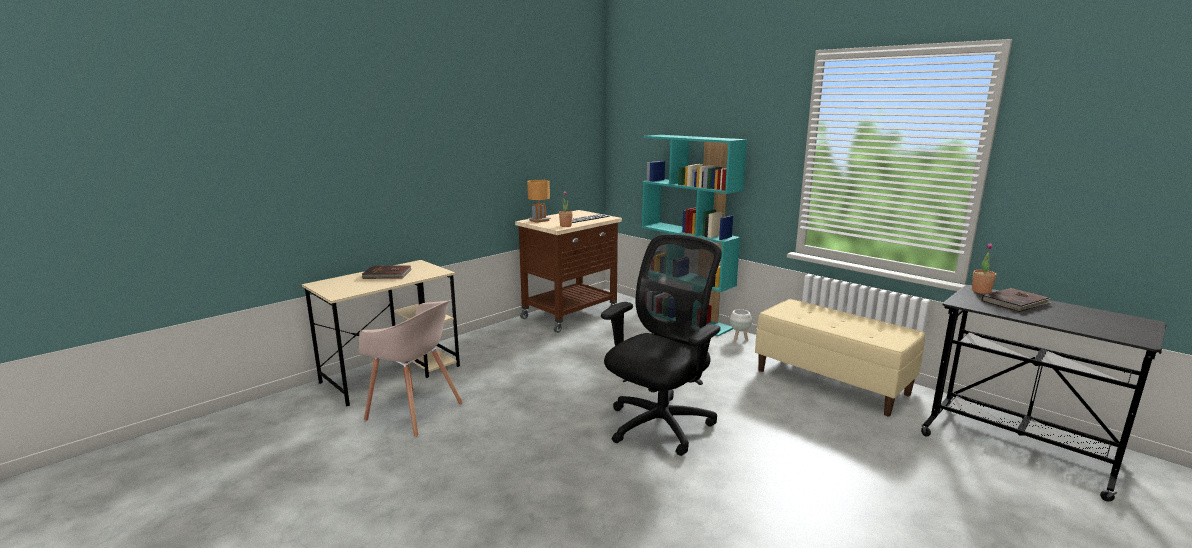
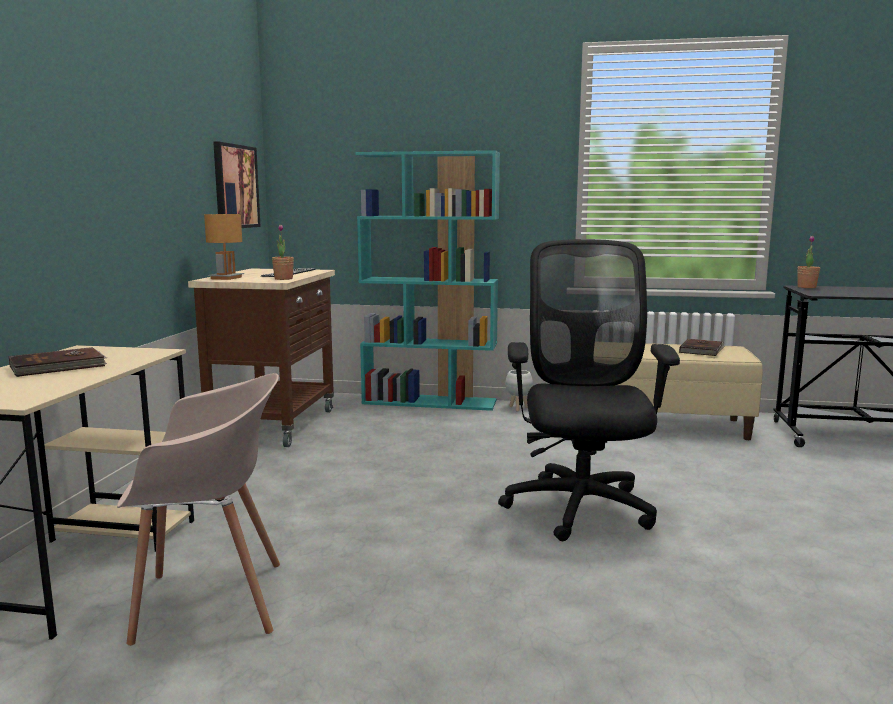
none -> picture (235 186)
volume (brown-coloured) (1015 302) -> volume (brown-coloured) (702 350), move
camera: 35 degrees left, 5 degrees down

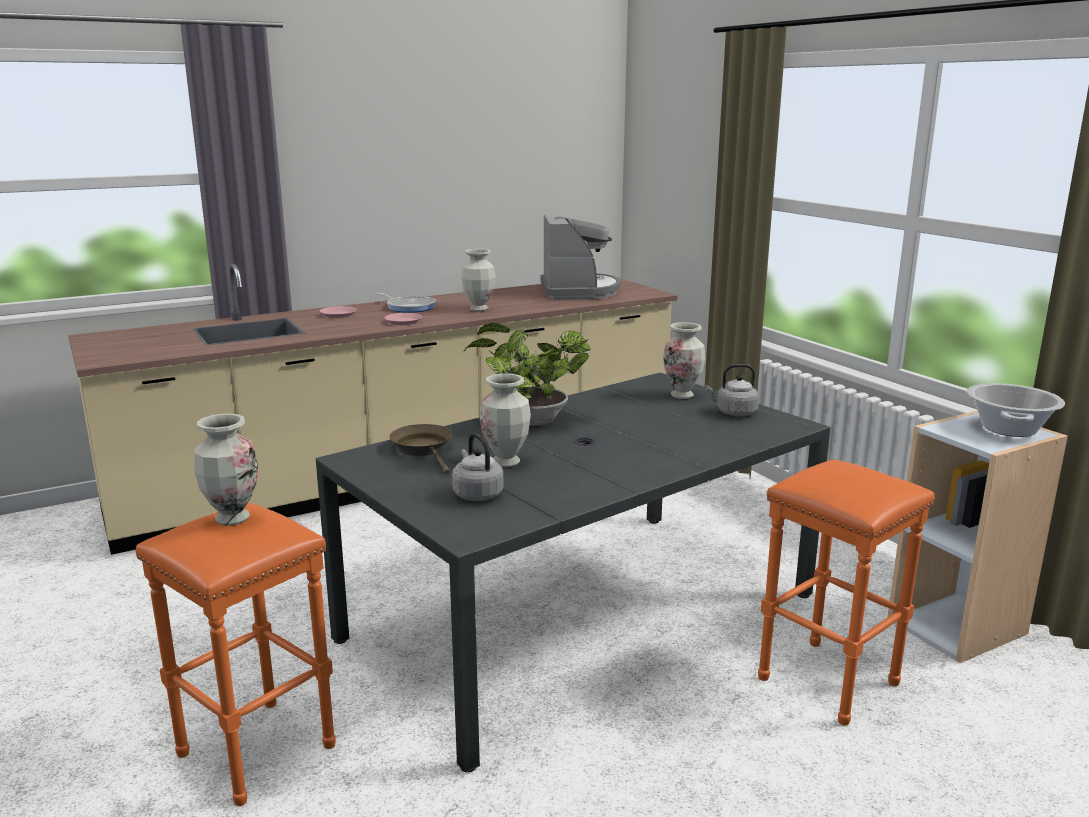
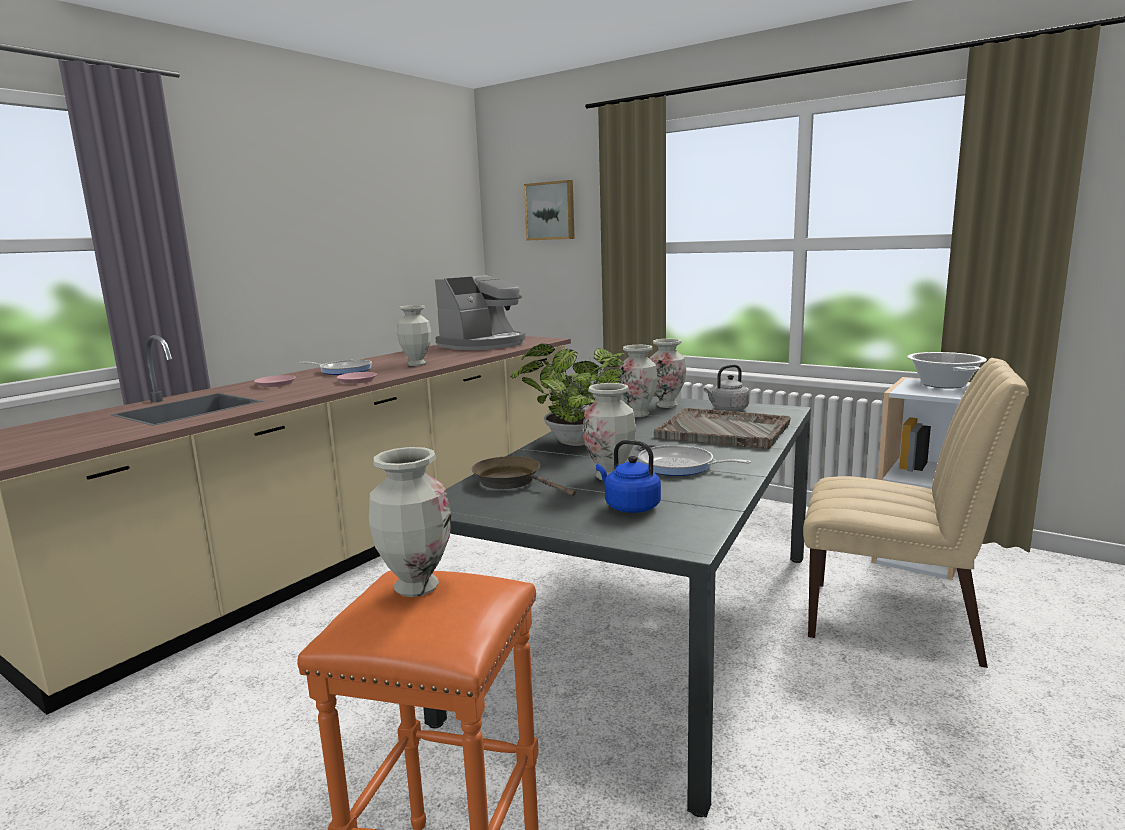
coffee machine (578 291) -> coffee machine (484 344), 75 degrees clockwise
none -> picture (550 211)
kettle (greyish) (476 494) -> kettle (blue) (629 506)
none -> flower vase (638 414)
none -> skillet (680 466)
none -> serving tray (greyish) (724 431)
sitting stool (orange) (829 682) -> plain chair (sand-coloured) (891 622)
camera: 25 degrees left, 5 degrees down

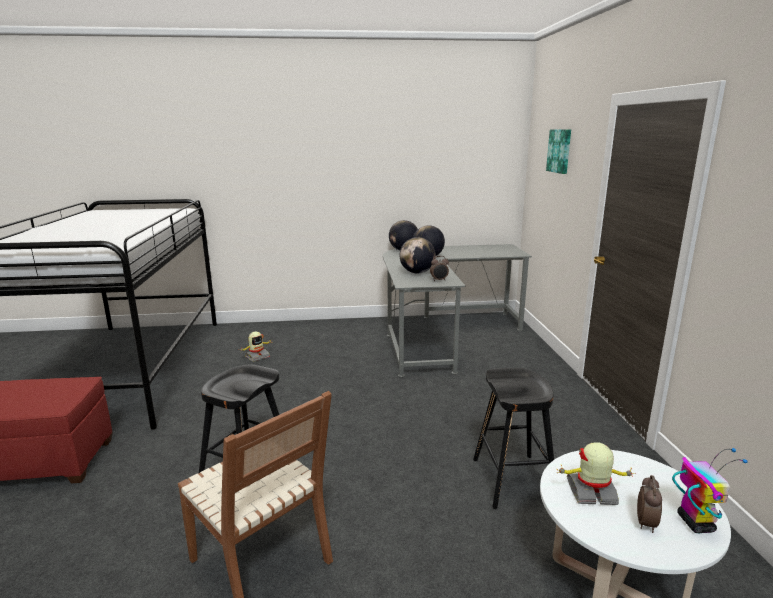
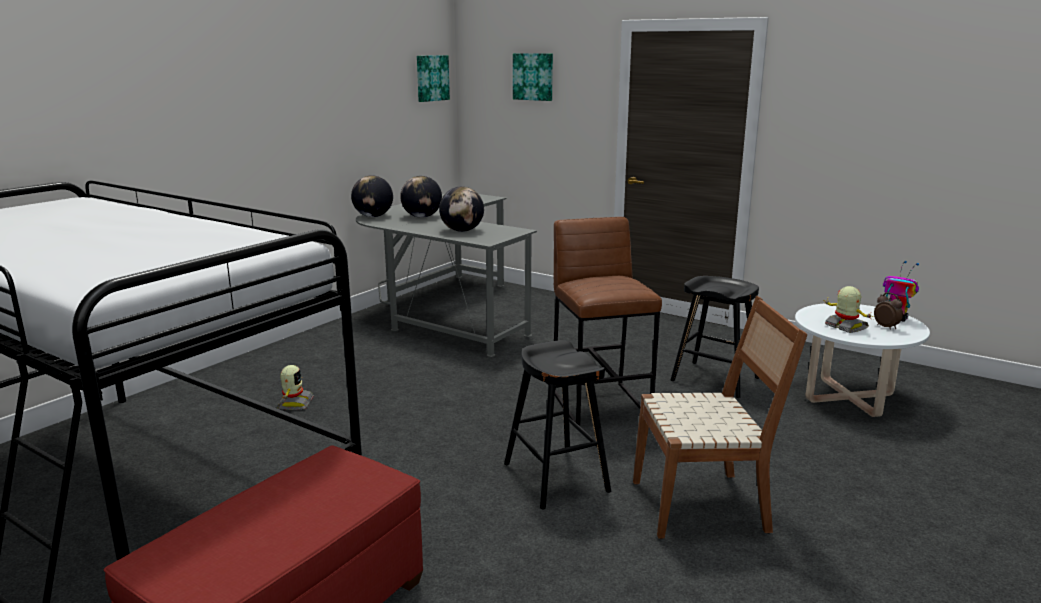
none -> picture (431 78)
none -> sitting stool (brown-coloured) (599 404)
robot figure (591 493) -> robot figure (845 327), 105 degrees clockwise
bedside clock (439 280) -> none
camera: 50 degrees left, 0 degrees up

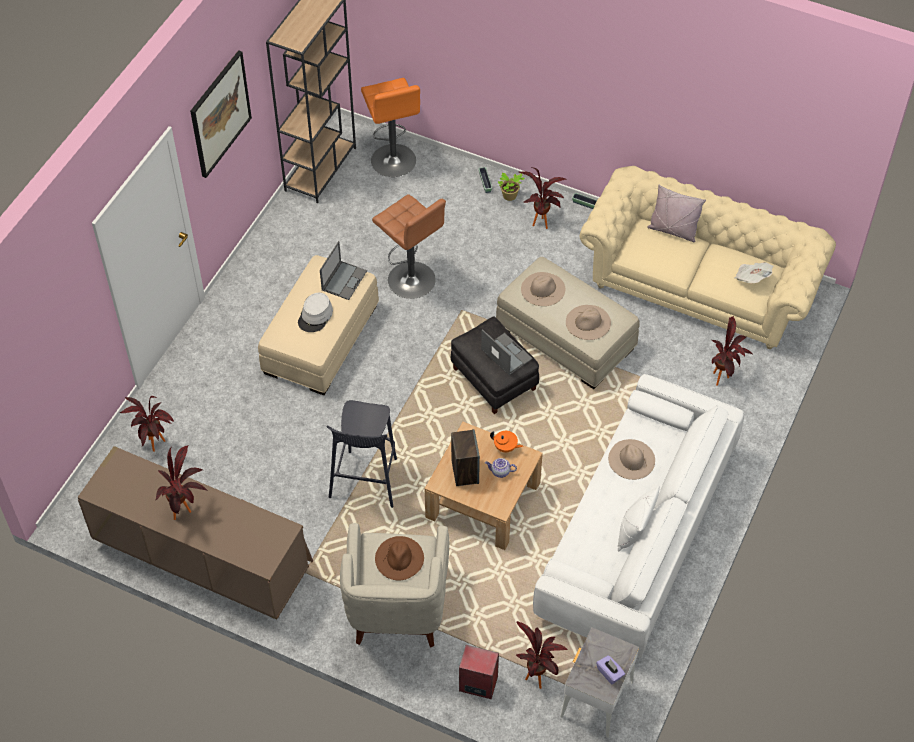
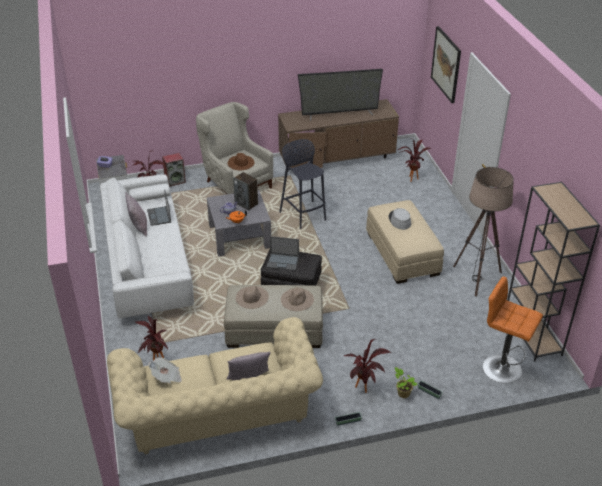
cushion (white-coloured) (634 531) -> cushion (purplish) (139 227)
notebook computer (344 280) -> notebook computer (159 216), move
low table (brown-coloured) (483 500) -> low table (greyish) (239 236)
plant in a pot (186 511) -> TV set (339 114)
picture (220 113) -> picture (446 64), move
none -> floor lamp (476 277)
sitting stool (brown-coloured) (411 280) -> none
hat (sand-coloured) (631 459) -> none
camera: 140 degrees right, 15 degrees down

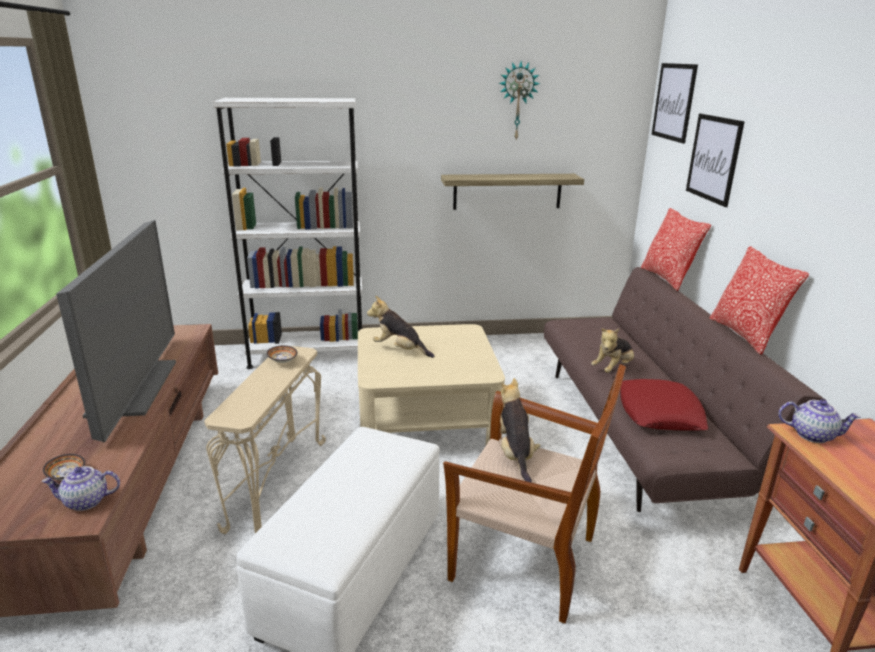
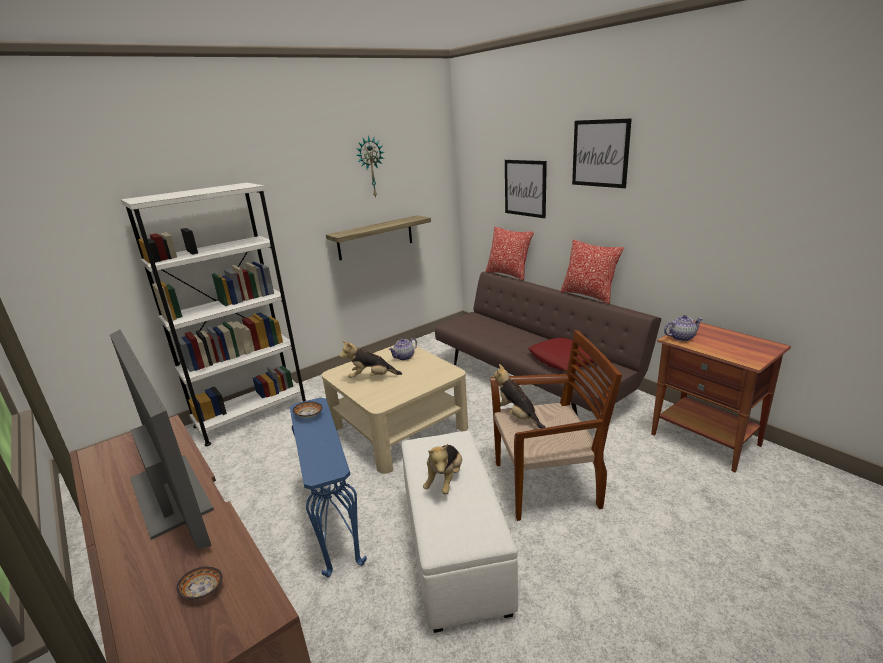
side table (sand-coloured) (277 484) -> side table (blue) (333 520)
pot for tea (85 502) -> pot for tea (404 357), move
plush toy (613 368) -> plush toy (445 480), move
picture (674 102) -> picture (600 153), move
camera: 30 degrees left, 0 degrees up

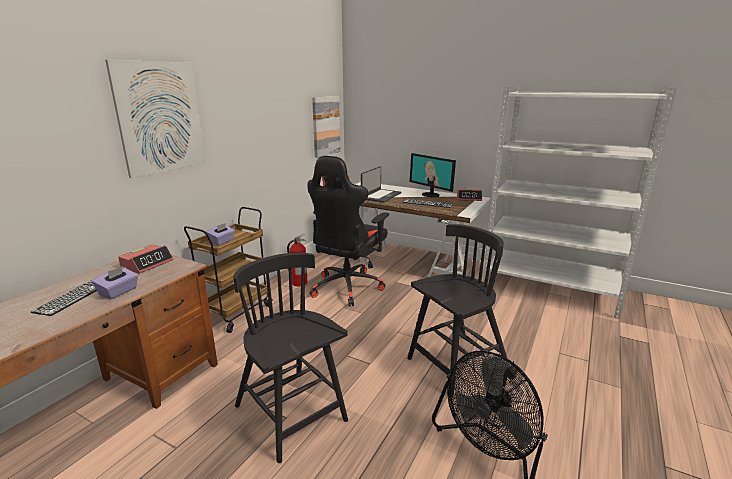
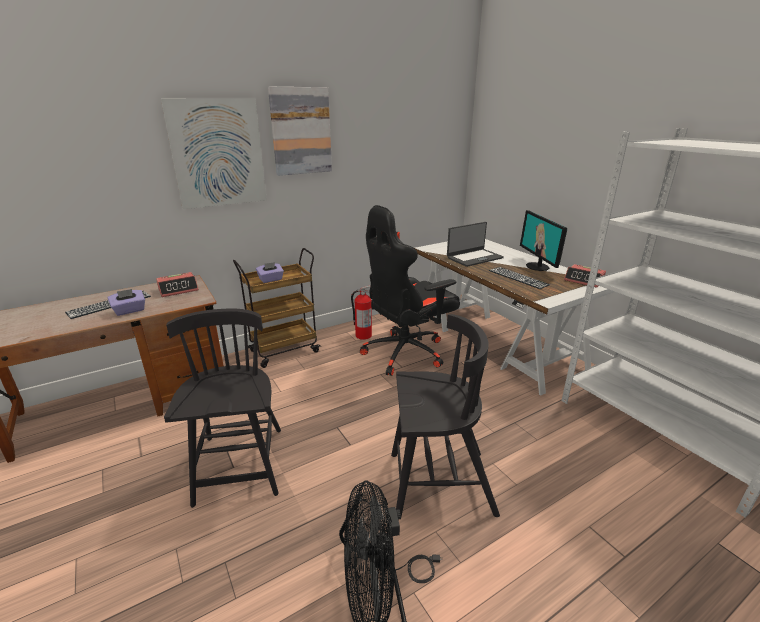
picture (325 126) -> picture (301 131), move
camera: 30 degrees right, 5 degrees up

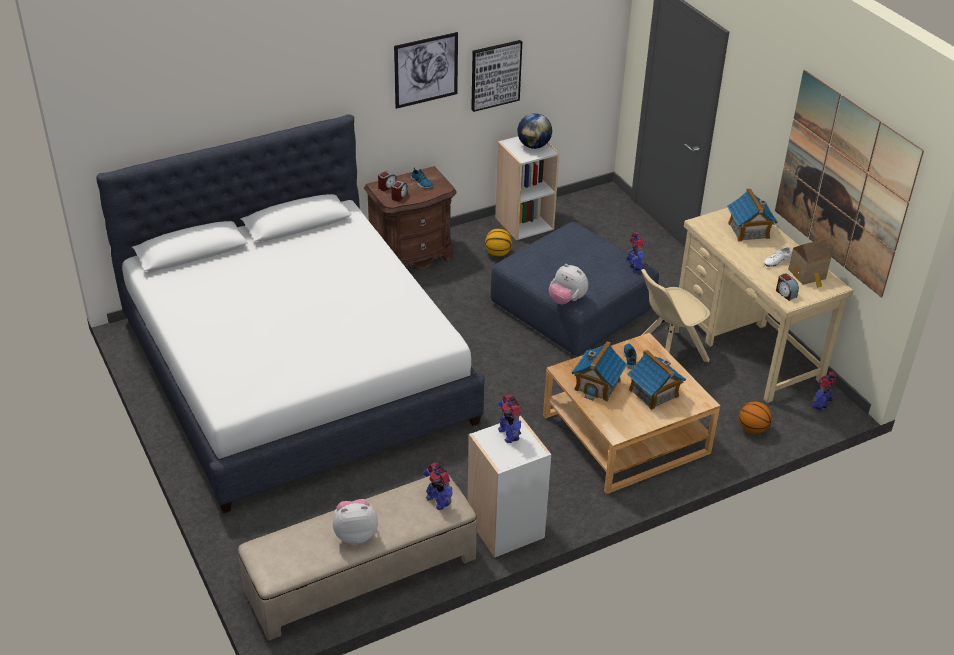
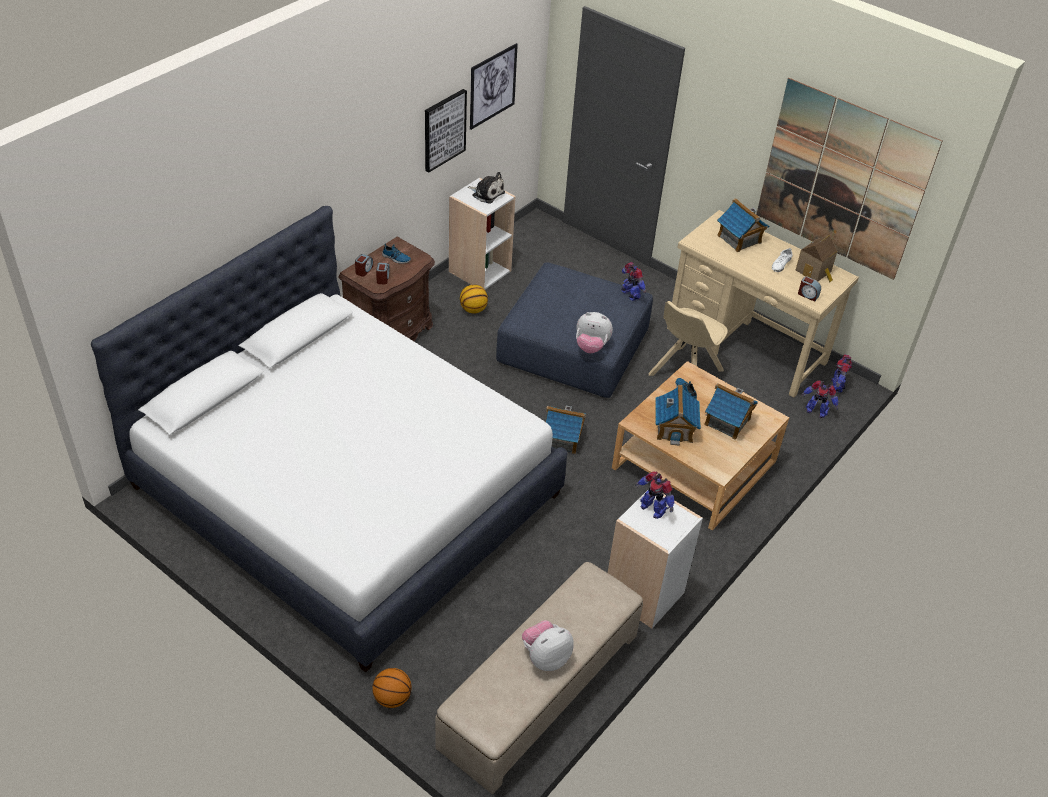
ball for basketball (752 429) -> ball for basketball (392 698), move
world globe (534 146) -> plush toy (487 193)
picture (426 70) -> picture (493 86), move
none -> model house (563 438)
robot figure (438 500) -> robot figure (816 411), move
camera: 25 degrees left, 5 degrees up

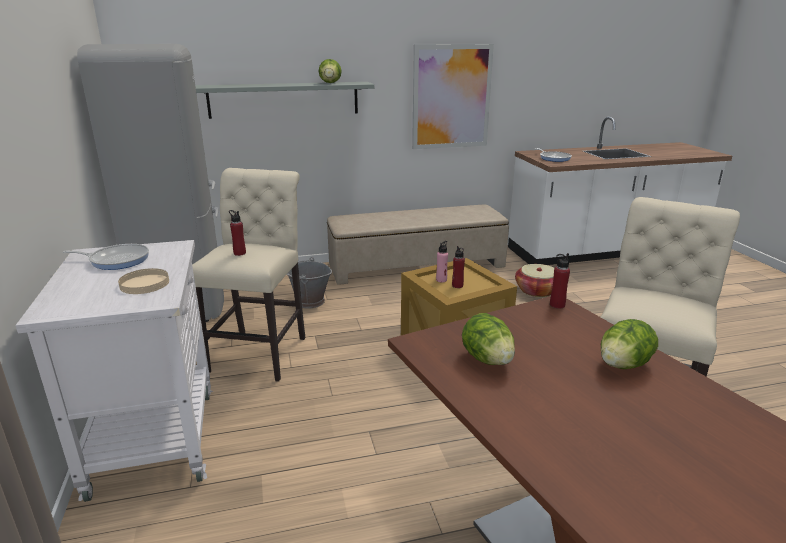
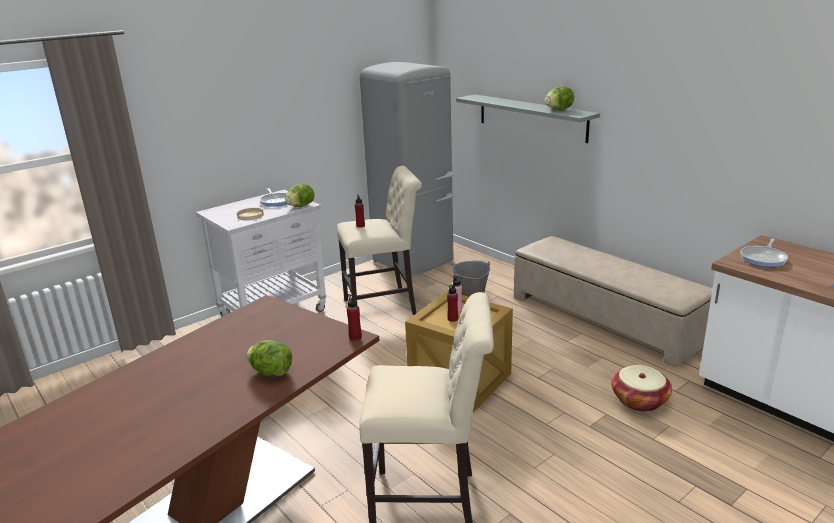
lettuce head (487 359) -> lettuce head (300 206), move
picture (451 97) -> none
camera: 65 degrees right, 0 degrees up

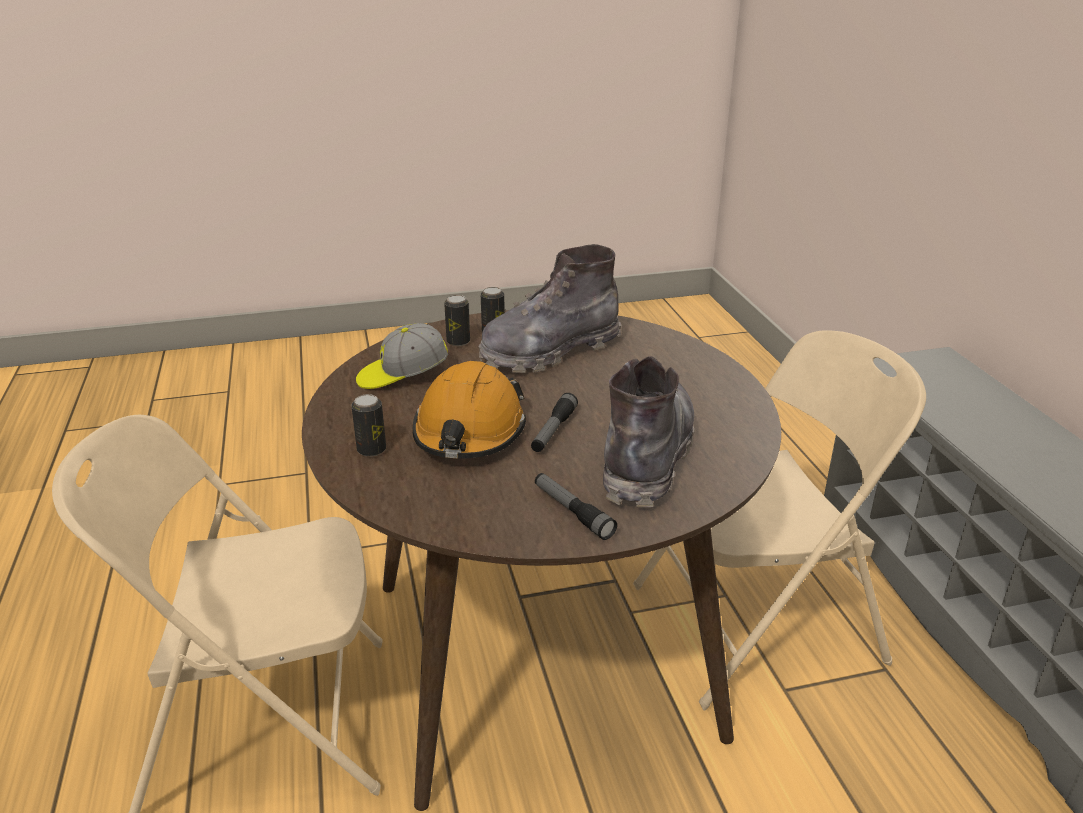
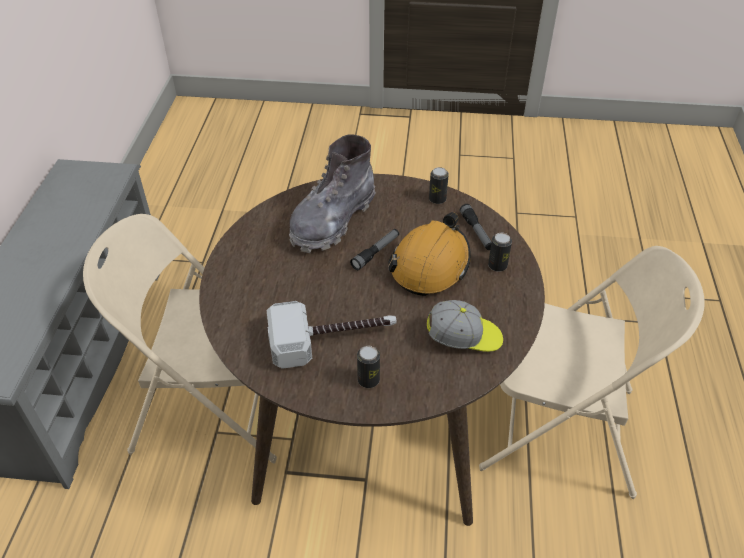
tall boot (greyish) (549 351) -> tool hammer (333 338)
sealed can (458 341) -> sealed can (437 199), move
flashlight (572 512) -> flashlight (476 232), move
camera: 160 degrees left, 15 degrees up

